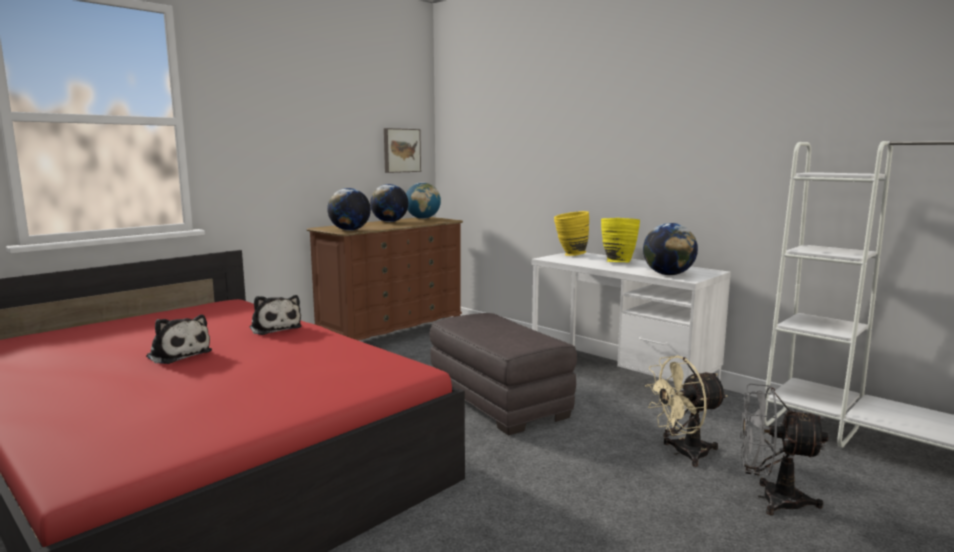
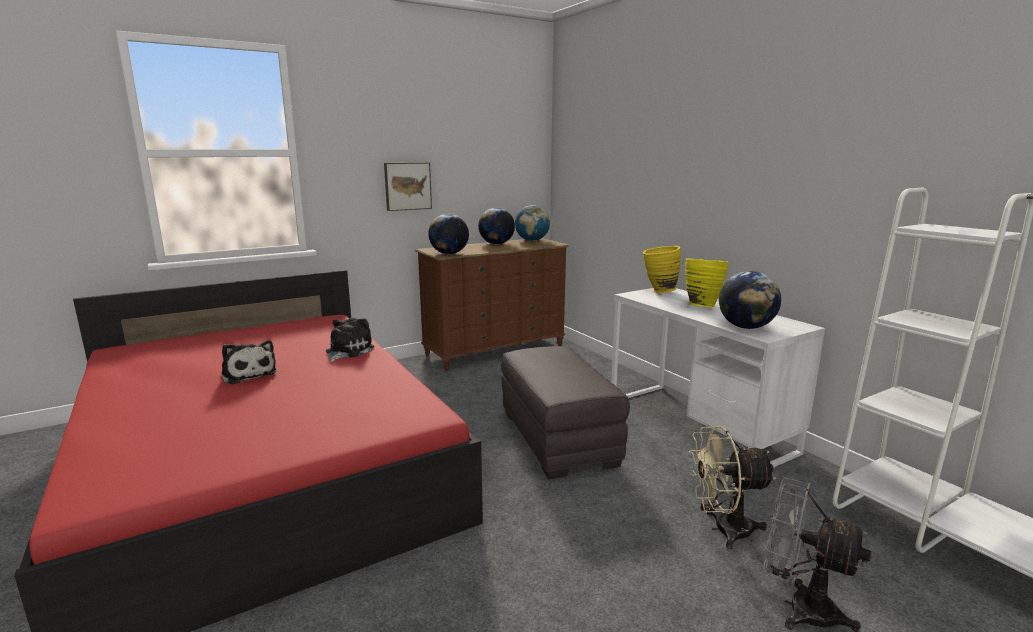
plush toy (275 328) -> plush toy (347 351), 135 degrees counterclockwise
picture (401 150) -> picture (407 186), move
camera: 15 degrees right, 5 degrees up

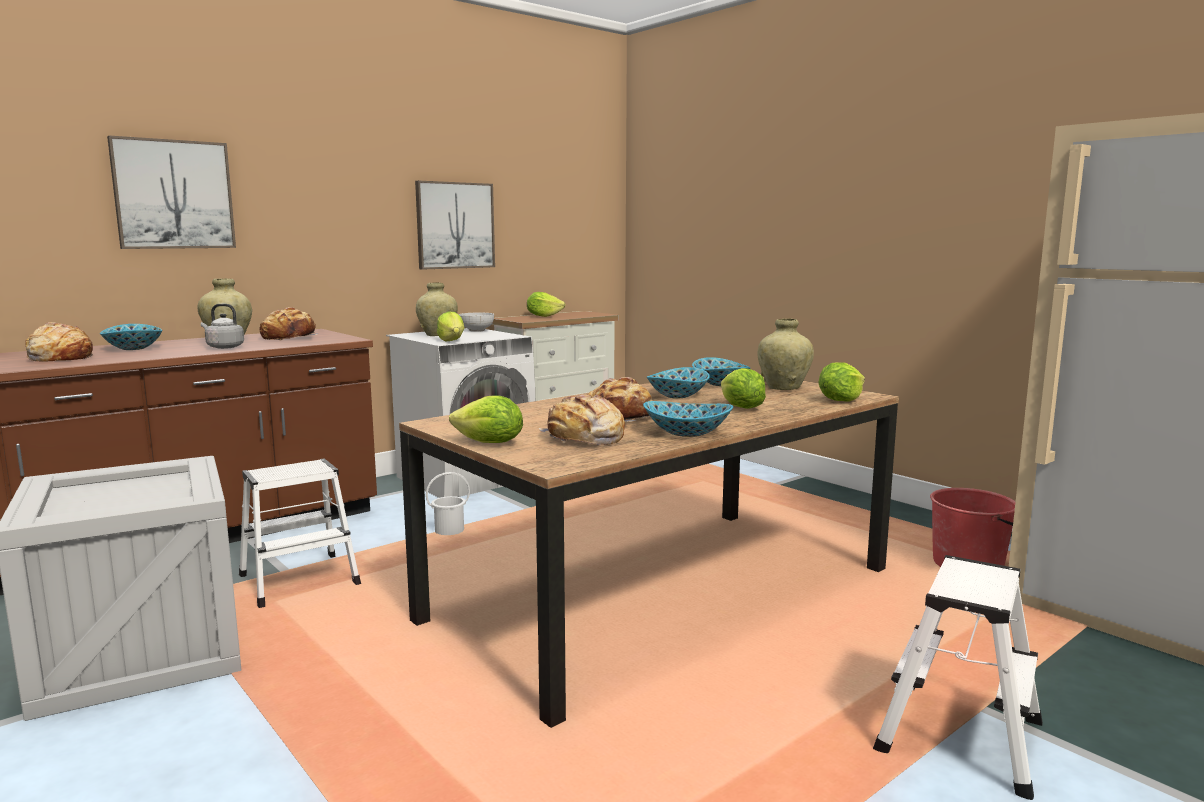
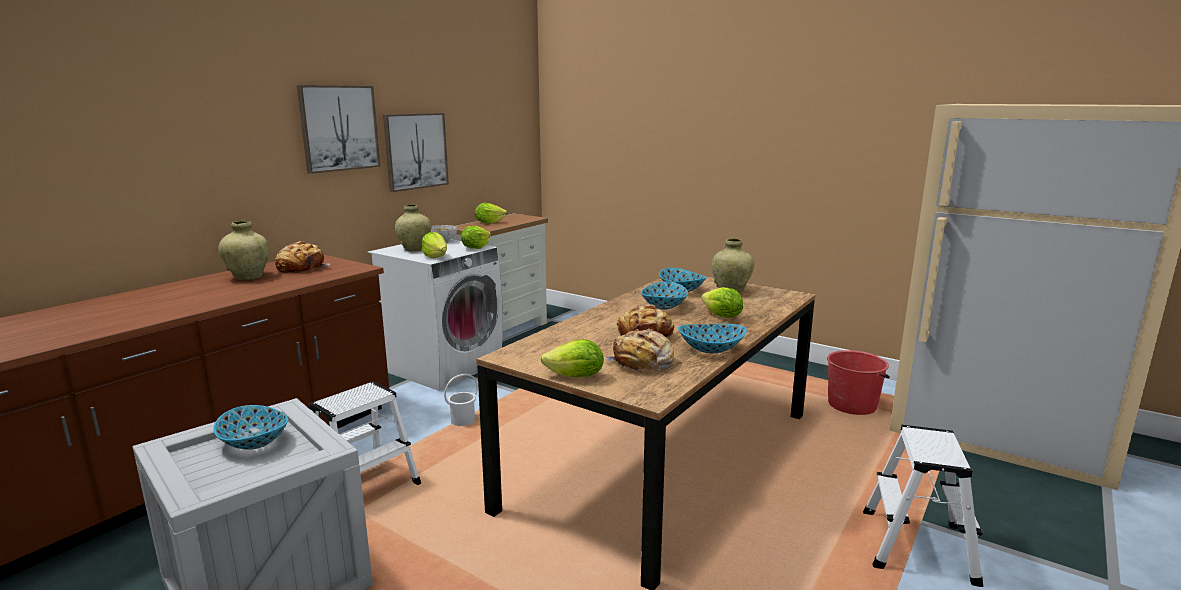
deep dish (134 348) -> deep dish (255 442), move
picture (173 194) -> picture (339 128), move
lettuce head (840 400) -> lettuce head (475 248), move
baked bread (60 357) -> none
kettle (greyish) (223 347) -> none
camera: 15 degrees left, 5 degrees up

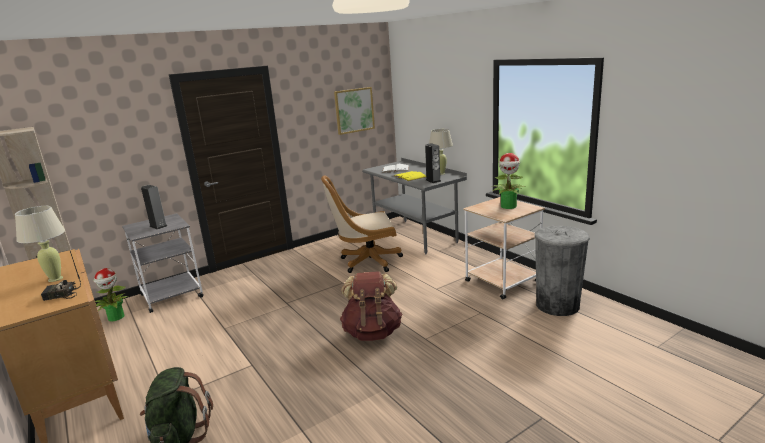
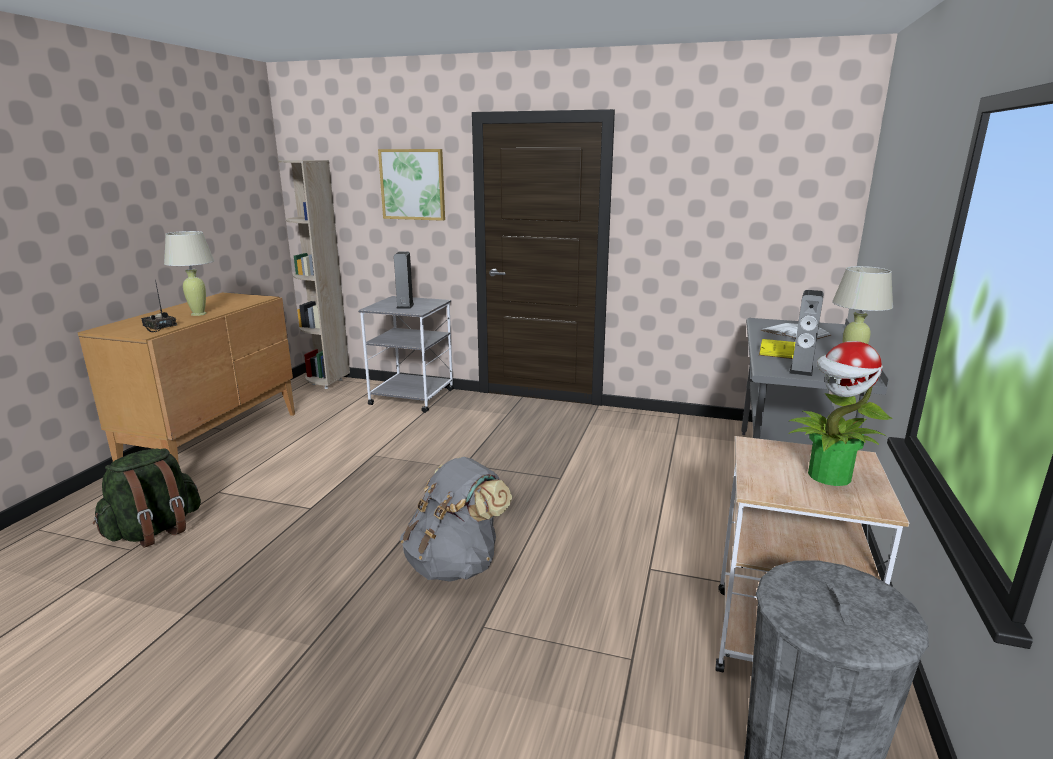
picture (354 110) -> picture (413 184), move
knapsack (brown-coloured) (372 332) -> knapsack (greyish) (455 564)
plant in a pot (116 317) -> none
computer chair (366 262) -> none
camera: 50 degrees right, 0 degrees up

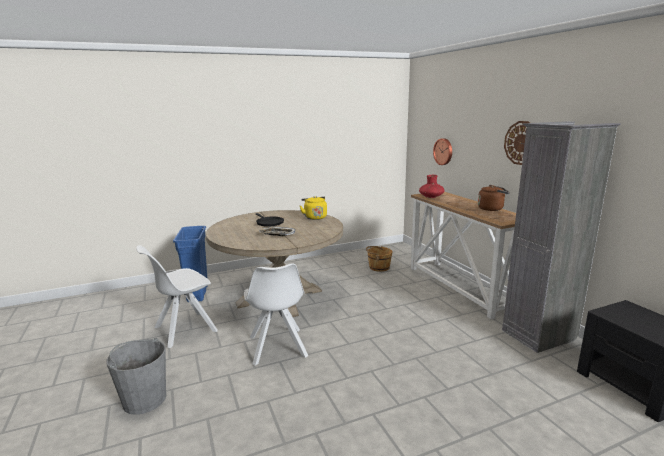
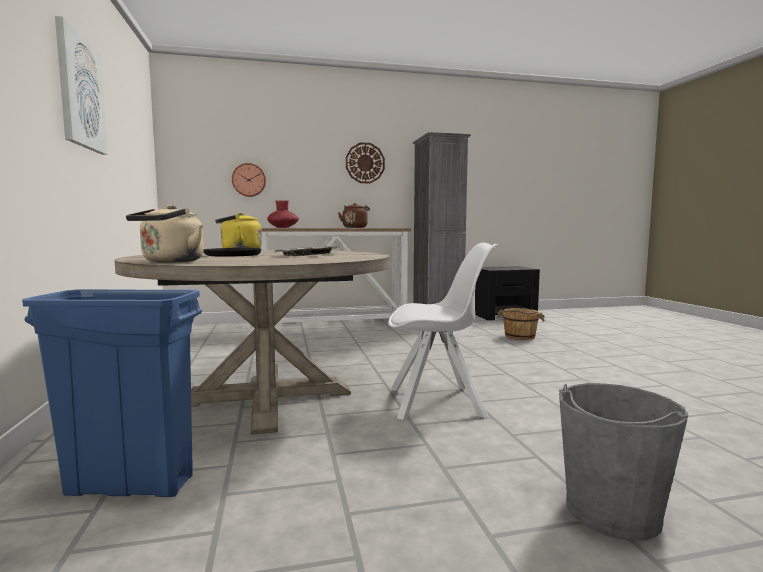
none -> picture (80 92)
none -> kettle (sand-coloured) (170 261)
water bucket (brown-coloured) (378 267) -> water bucket (brown-coloured) (519 336), move
plain chair (white-coloured) (184 329) -> none
camera: 80 degrees left, 10 degrees down

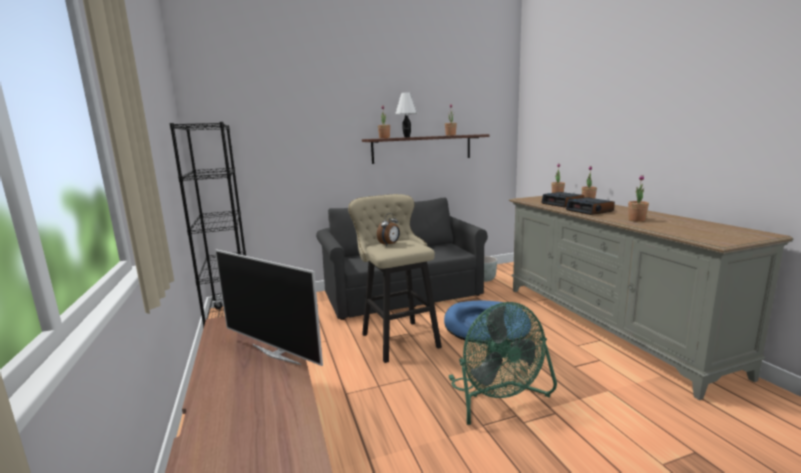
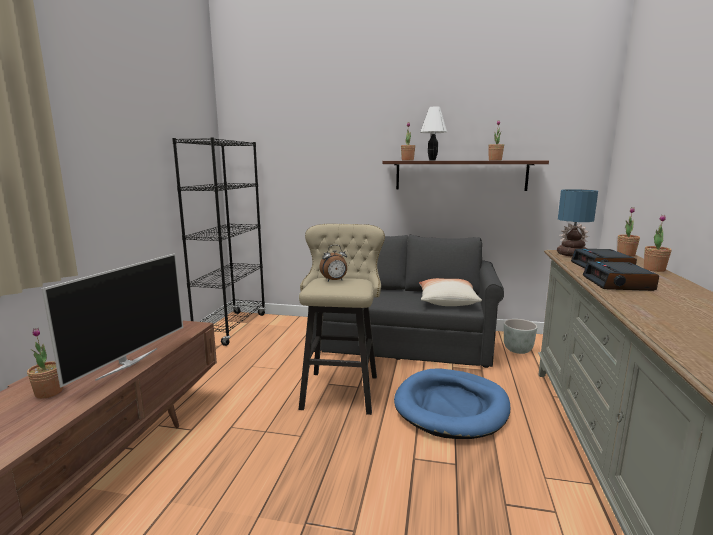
plant in a pot (636 220) -> plant in a pot (49 392), move
TV set (276 353) -> TV set (127 363), 135 degrees counterclockwise
none -> cushion (447 301)
none -> lamp for a table (570 254)
cooling fan (green) (495 399) -> none
camera: 30 degrees right, 0 degrees up

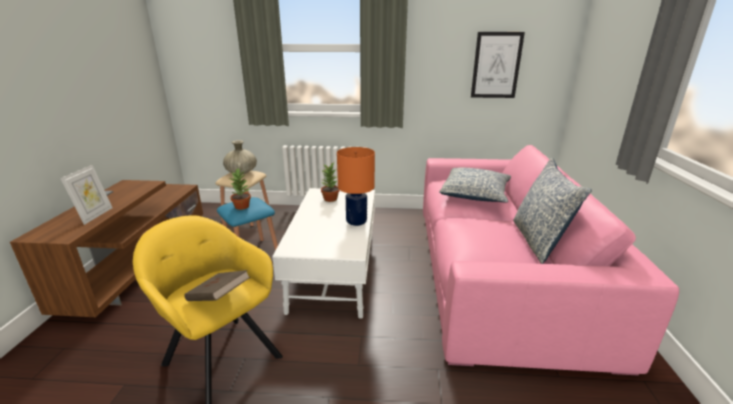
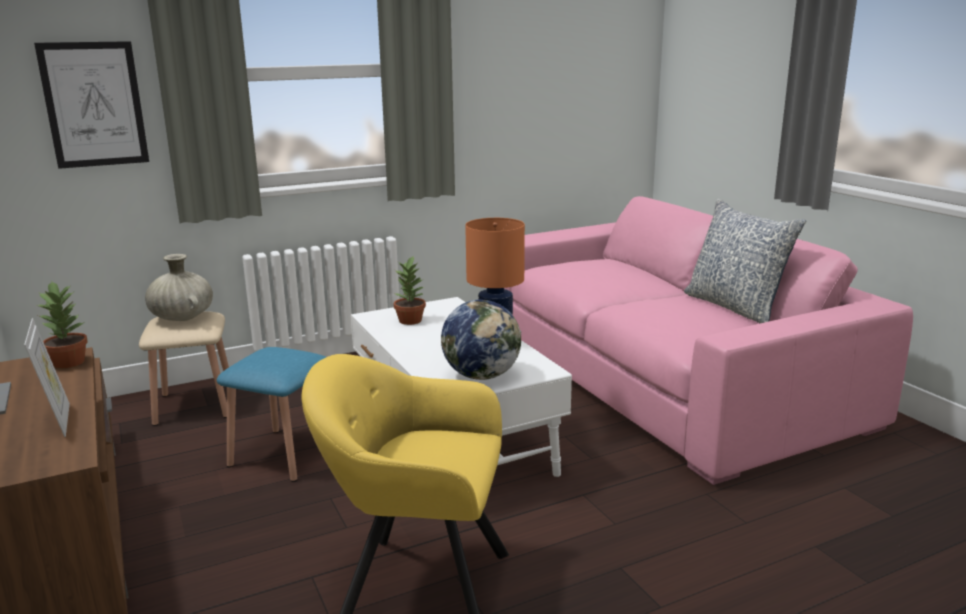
picture (496 65) -> picture (94 105), move
plant in a pot (242 206) -> plant in a pot (69 362), move
none -> world globe (482 375)
volume (brown-coloured) (219 298) -> none
cushion (475 194) -> none
camera: 30 degrees left, 5 degrees down

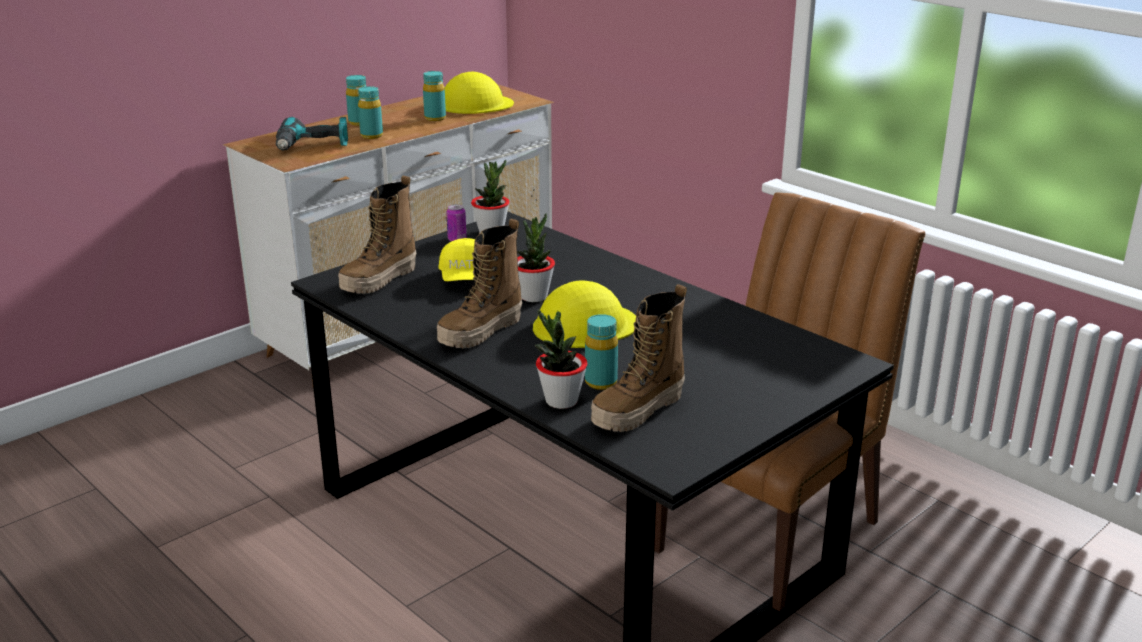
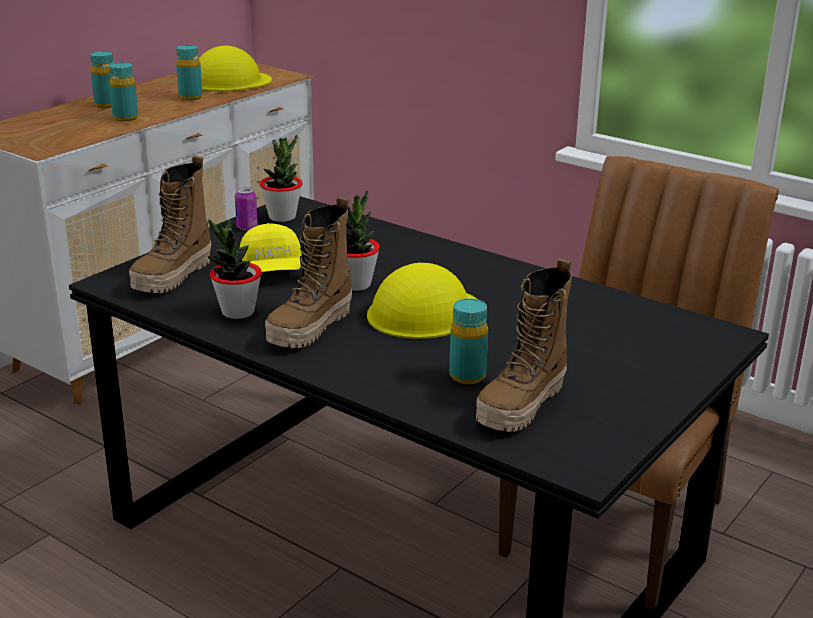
plant in a pot (561 401) -> plant in a pot (237 312), move
drill (312 146) -> none
camera: 10 degrees left, 0 degrees up

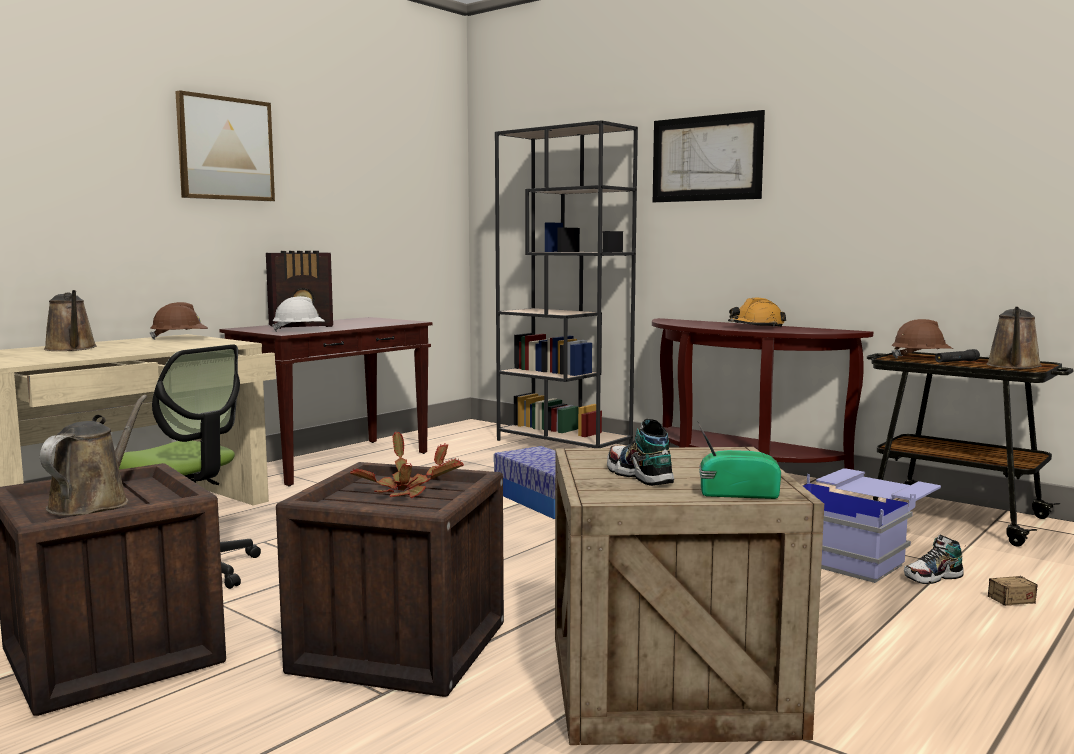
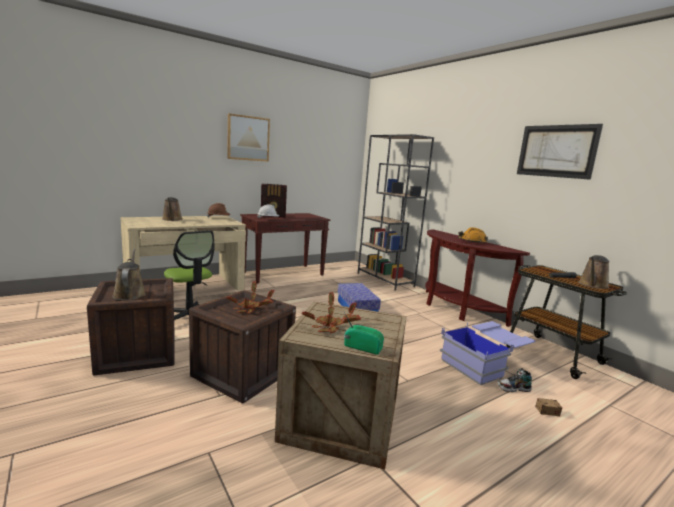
sprinkling can (brown-coloured) (93 502) -> sprinkling can (brown-coloured) (129 294), 45 degrees counterclockwise
item of footwear (639 476) -> plant in a pot (330 326)
picture (706 158) -> picture (556 151), move
hard hat (brown-coloured) (920 358) -> none
camera: 15 degrees right, 5 degrees up

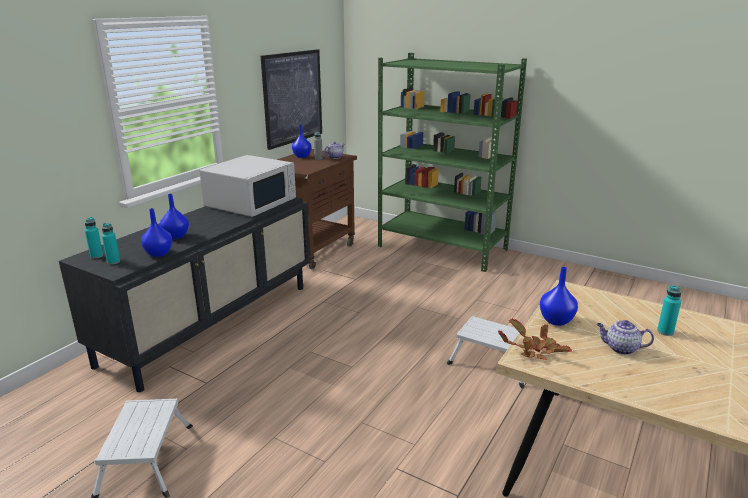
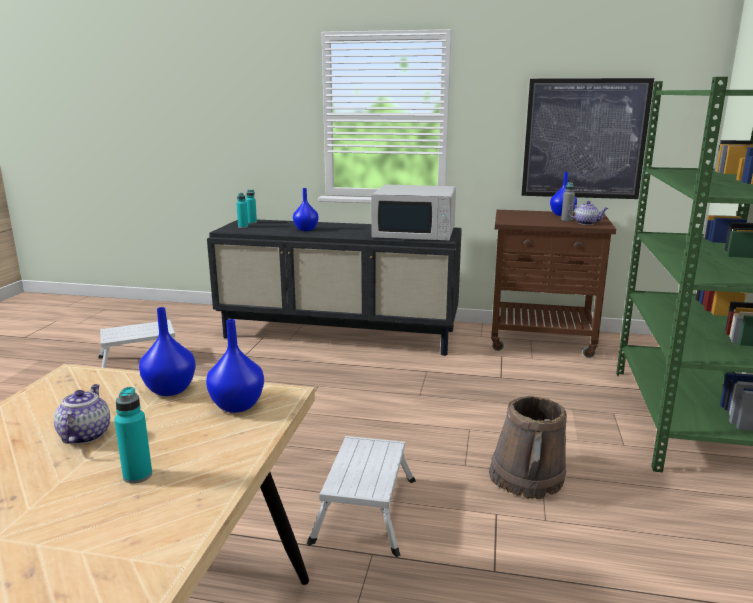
flower vase (blue) (159 254) -> flower vase (blue) (237 406), move
none -> water bucket (brown-coloured) (526 478)
plant in a pot (534 351) -> none
camera: 70 degrees right, 5 degrees down

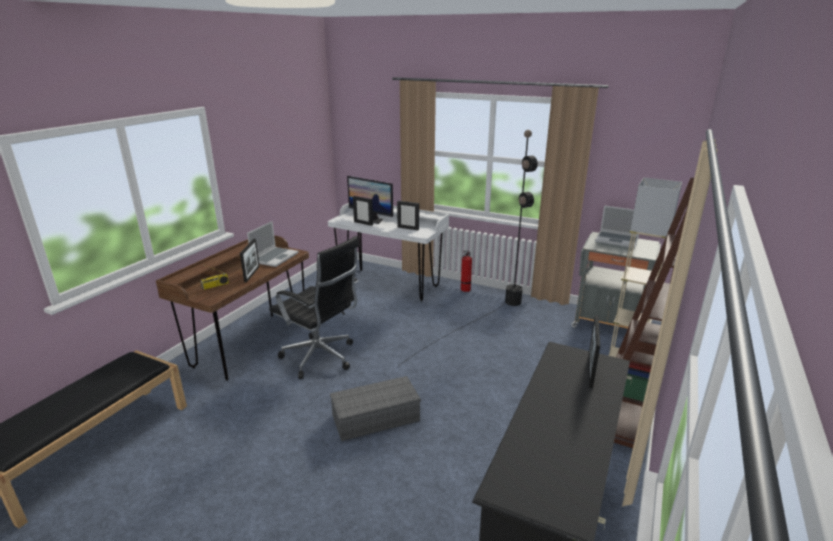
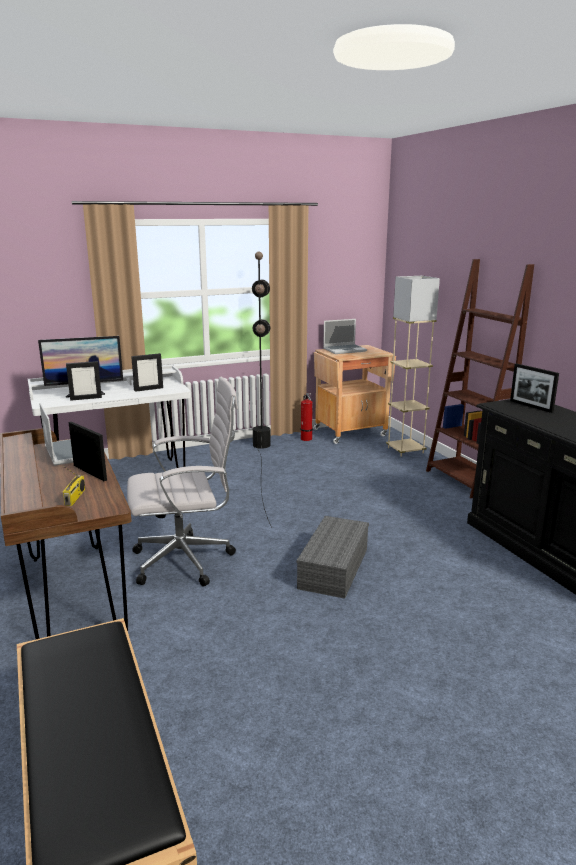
computer chair (black) (321 358) -> computer chair (white-coloured) (187 560)
extinguisher (464 290) -> extinguisher (306 439), move
cart (greyish) (608 323) -> cart (brown-coloured) (351 432)
camera: 50 degrees left, 5 degrees down

